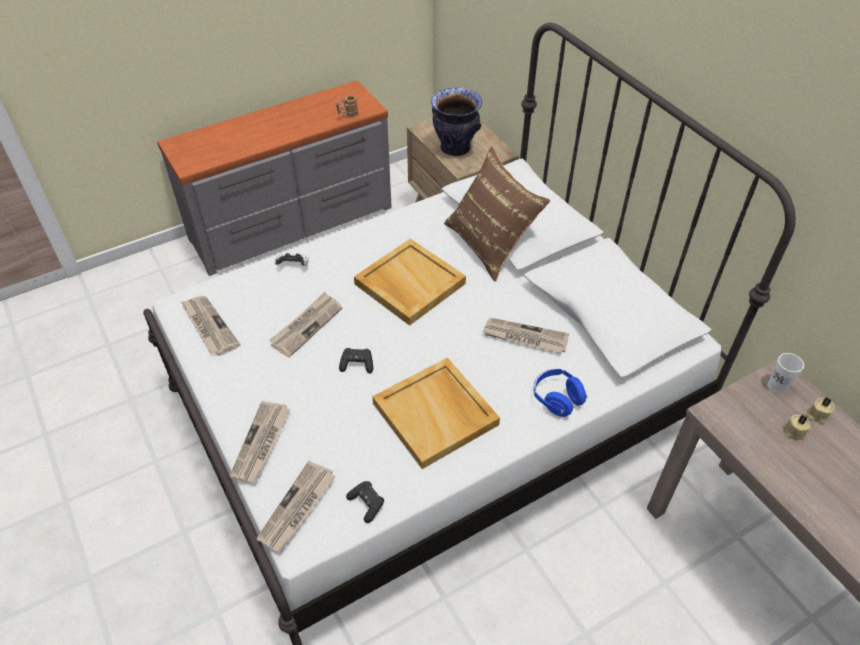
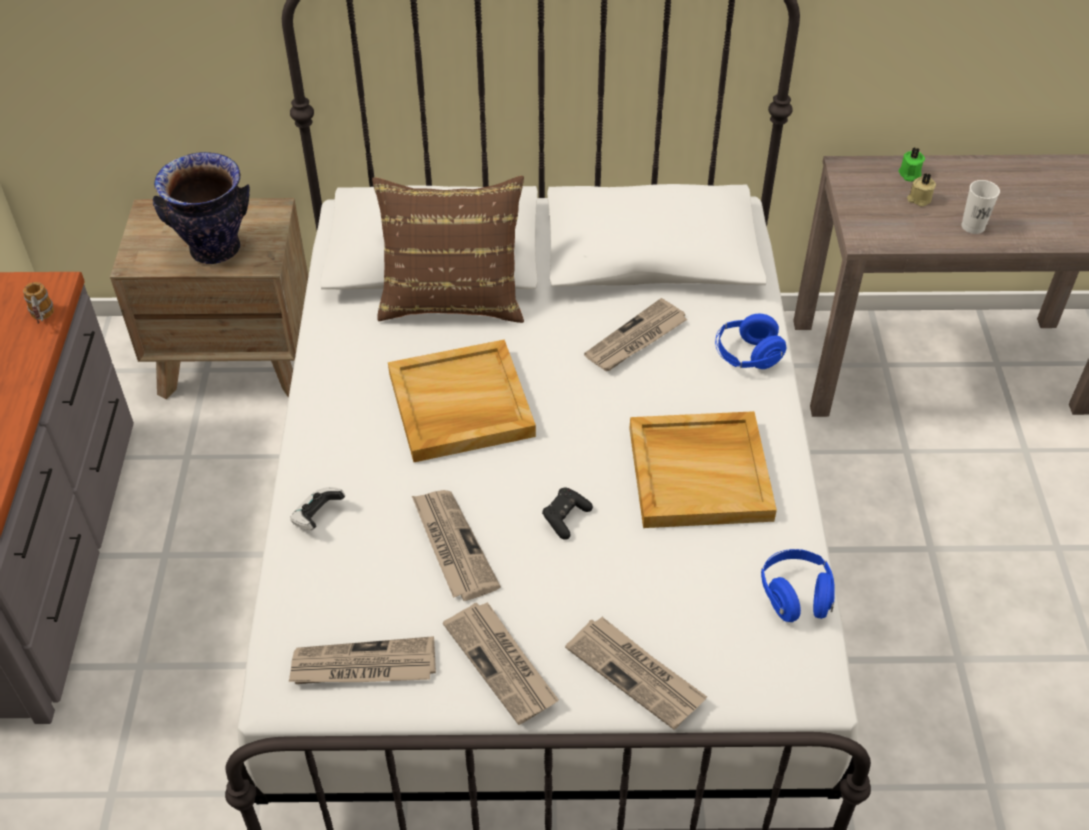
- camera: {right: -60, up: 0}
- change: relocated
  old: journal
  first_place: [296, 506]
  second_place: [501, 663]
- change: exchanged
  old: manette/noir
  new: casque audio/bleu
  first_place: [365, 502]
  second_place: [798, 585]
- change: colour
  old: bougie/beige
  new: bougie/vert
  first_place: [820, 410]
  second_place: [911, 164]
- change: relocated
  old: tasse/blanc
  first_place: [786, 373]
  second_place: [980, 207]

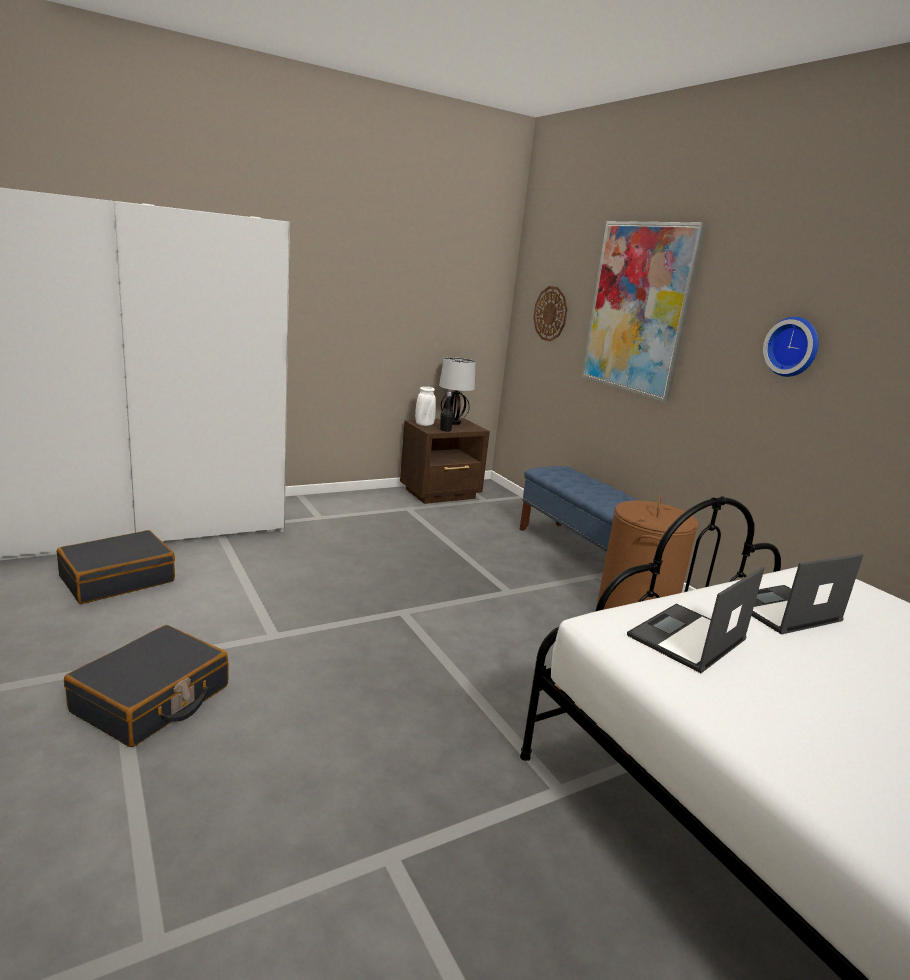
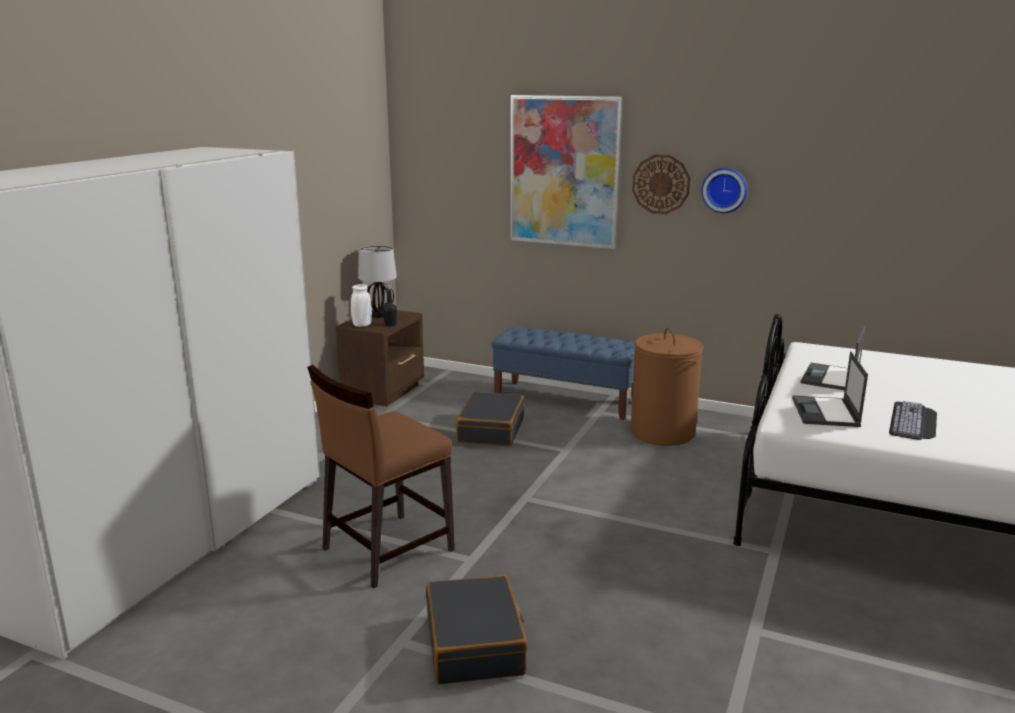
- camera: {right: -35, up: 0}
- change: appeared
  new: chaise/marron
  second_place: [381, 476]
- change: relocated
  old: valise/noir
  first_place: [116, 567]
  second_place: [490, 419]
- change: relocated
  old: horloge murale
  first_place: [550, 313]
  second_place: [661, 184]
- change: appeared
  new: clavier
  second_place: [913, 420]

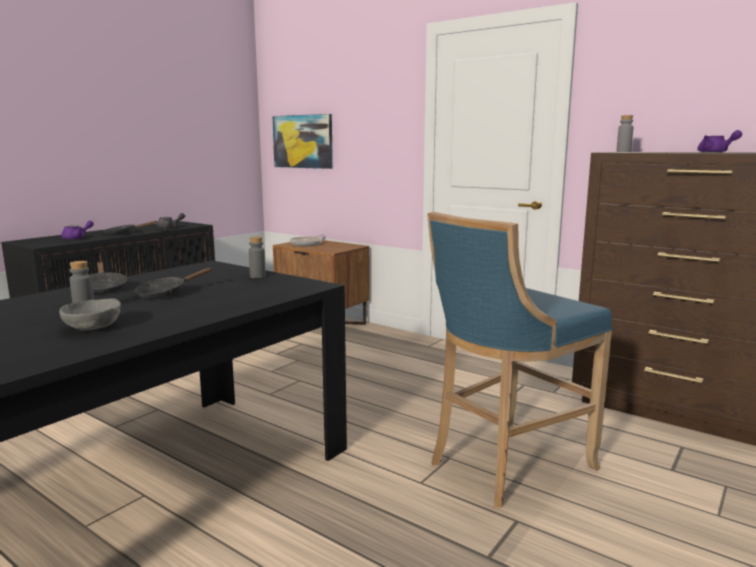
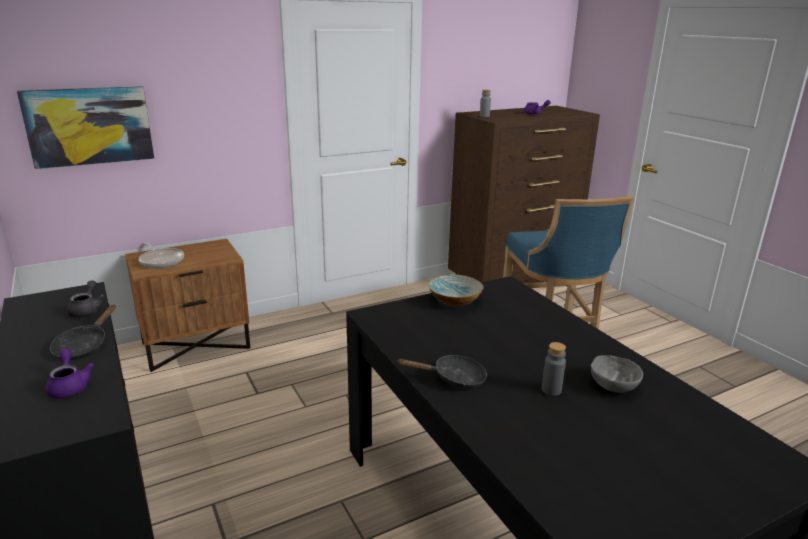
- camera: {right: -65, up: 10}
- change: exchanged
  old: bouteille/gris
  new: bol
  first_place: [257, 257]
  second_place: [456, 290]
- change: missing
  old: poêle/noir
  first_place: [173, 283]

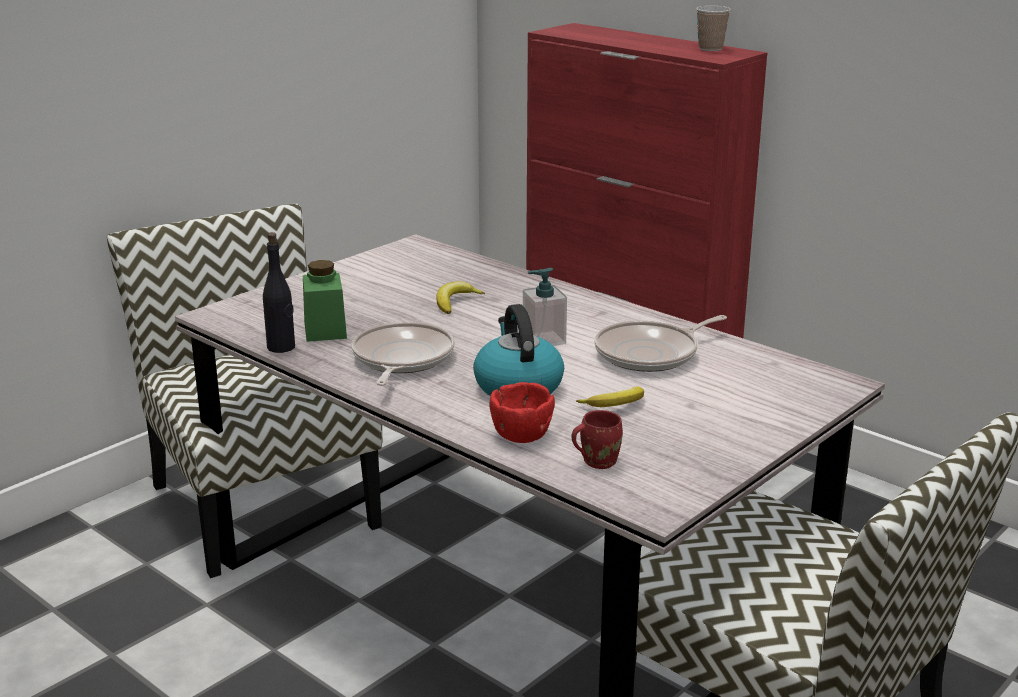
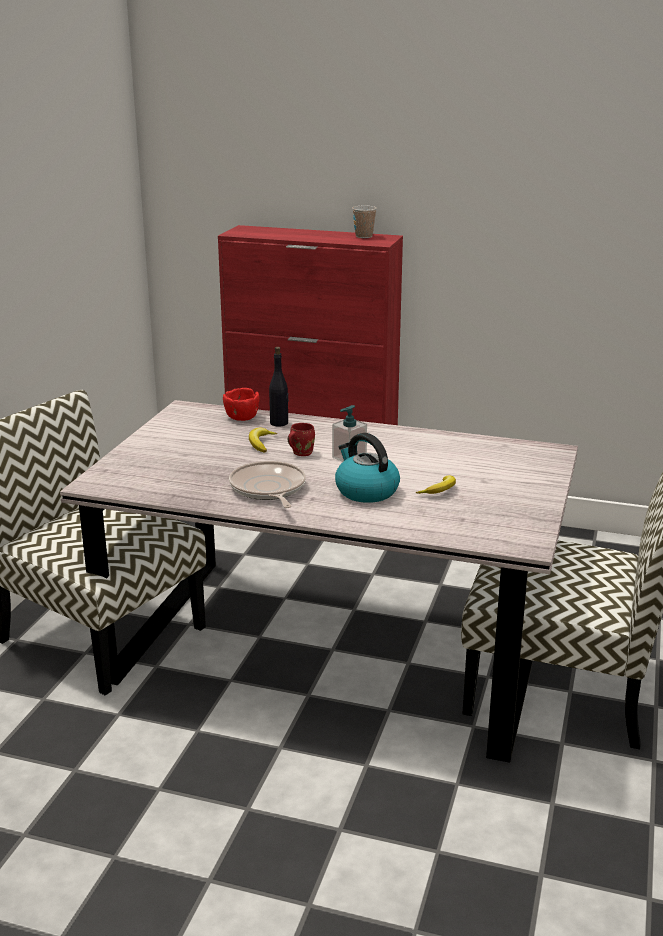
- camera: {right: -25, up: 0}
- change: relocated
  old: bol/rouge
  first_place: [522, 412]
  second_place: [241, 404]
- change: relocated
  old: bouteille/noir
  first_place: [279, 292]
  second_place: [279, 387]
- change: relocated
  old: mug/rouge
  first_place: [597, 439]
  second_place: [301, 439]
- change: missing
  old: bocal/vert
  first_place: [325, 301]
- change: missing
  old: poêle
  first_place: [660, 343]

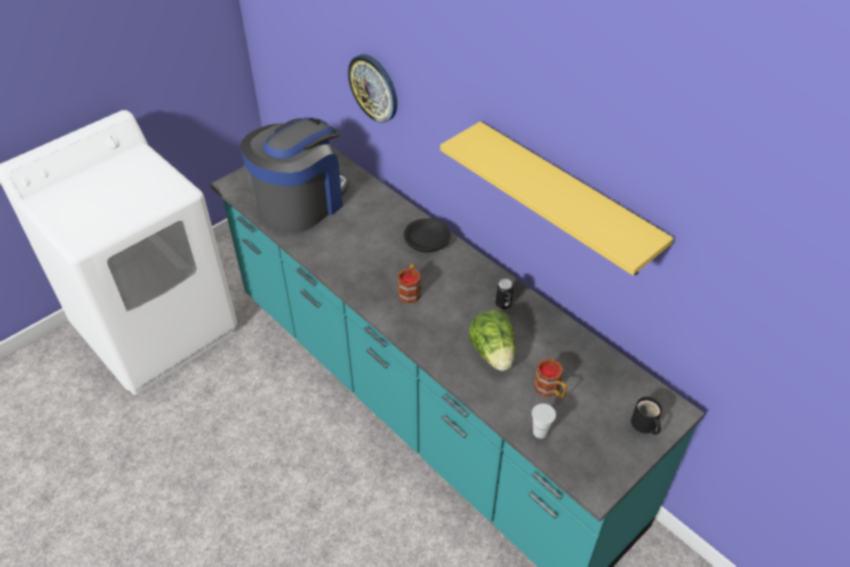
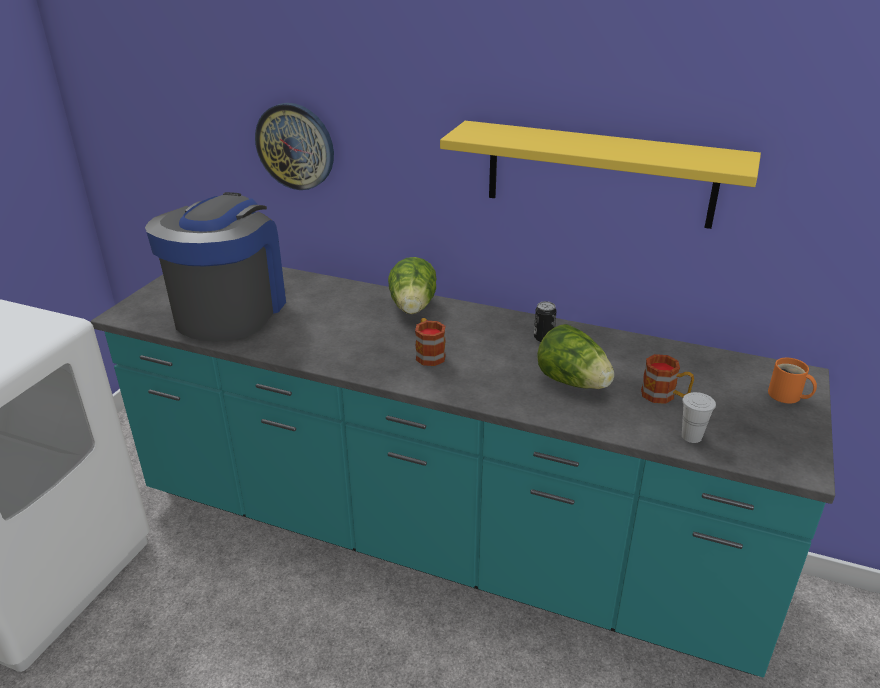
- camera: {right: -25, up: -15}
- change: exchanged
  old: bol/noir
  new: laitue
  first_place: [427, 235]
  second_place: [412, 285]
- change: colour
  old: mug/noir
  new: mug/orange
  first_place: [646, 416]
  second_place: [792, 381]

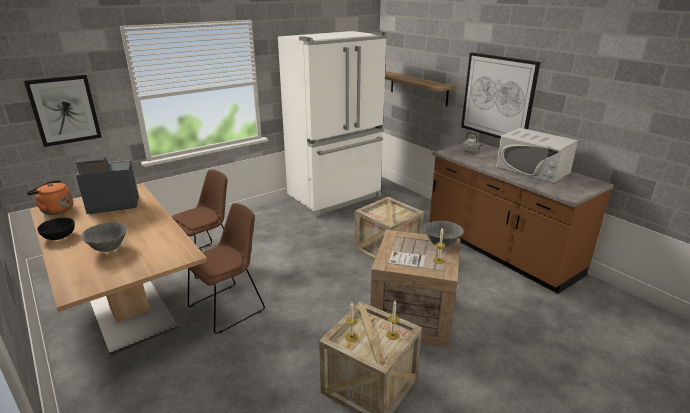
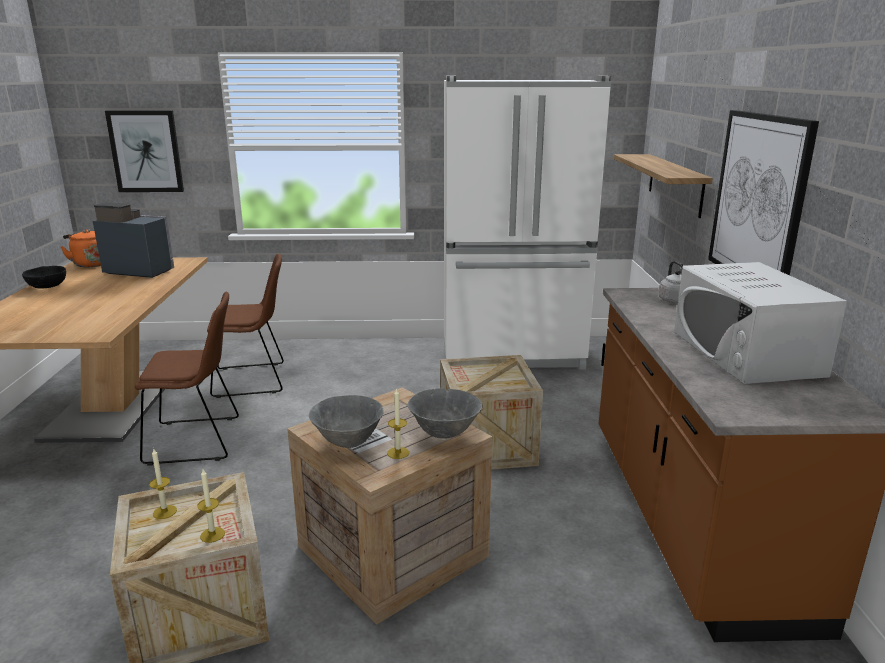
- camera: {right: 35, up: -5}
- change: relocated
  old: bol/gris
  first_place: [104, 237]
  second_place: [346, 421]

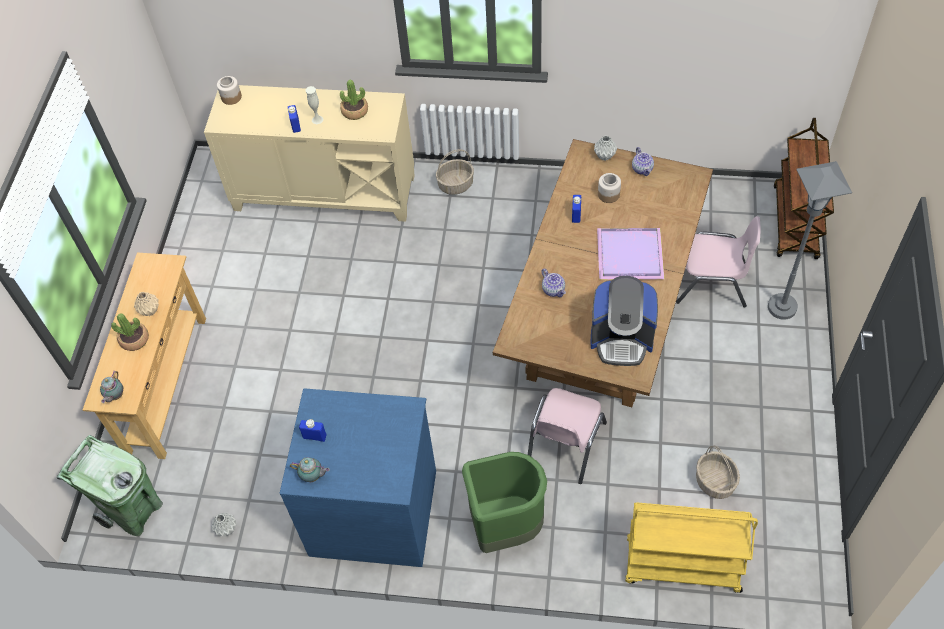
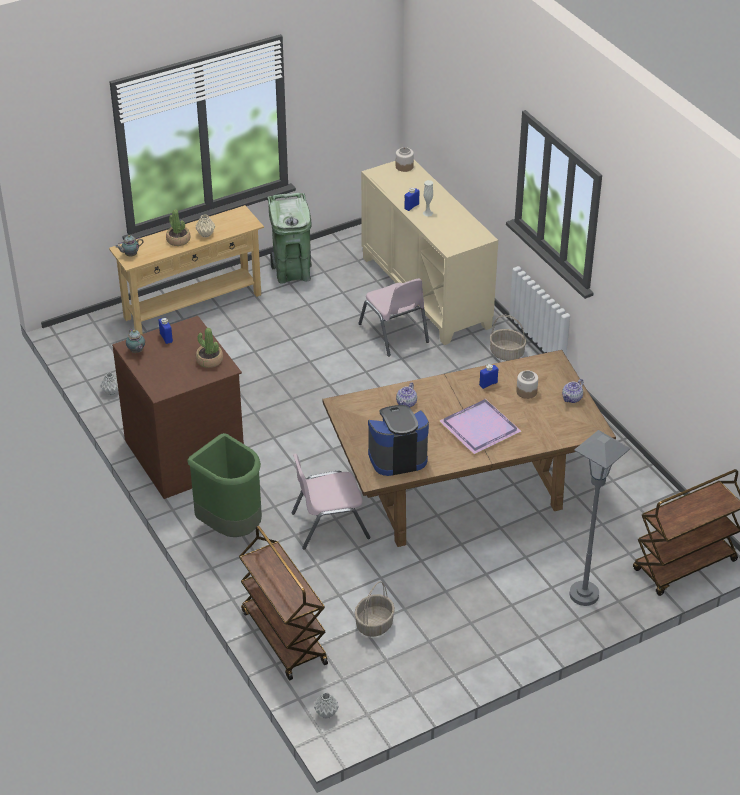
- camera: {right: 50, up: -15}
- change: colour
  old: commode/bleu
  new: commode/marron
  first_place: [357, 477]
  second_place: [178, 407]
- change: relocated
  old: plante en pot
  first_place: [354, 100]
  second_place: [209, 348]
- change: colour
  old: chariot/jaune
  new: chariot/marron
  first_place: [691, 547]
  second_place: [283, 602]
- change: relocated
  old: poubelle/vert
  first_place: [110, 485]
  second_place: [289, 238]
- change: relocated
  old: vase/gris
  first_place: [605, 148]
  second_place: [326, 706]
- change: relocated
  old: chaise/rose
  first_place: [718, 262]
  second_place: [393, 317]
- change: spun
  old: machine à café
  first_place: [624, 321]
  second_place: [398, 440]
  degrees: 105

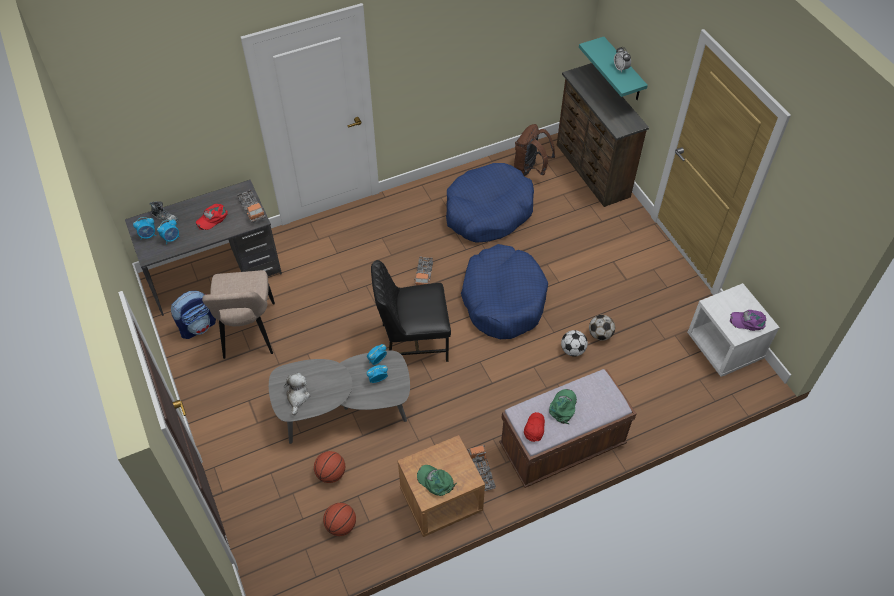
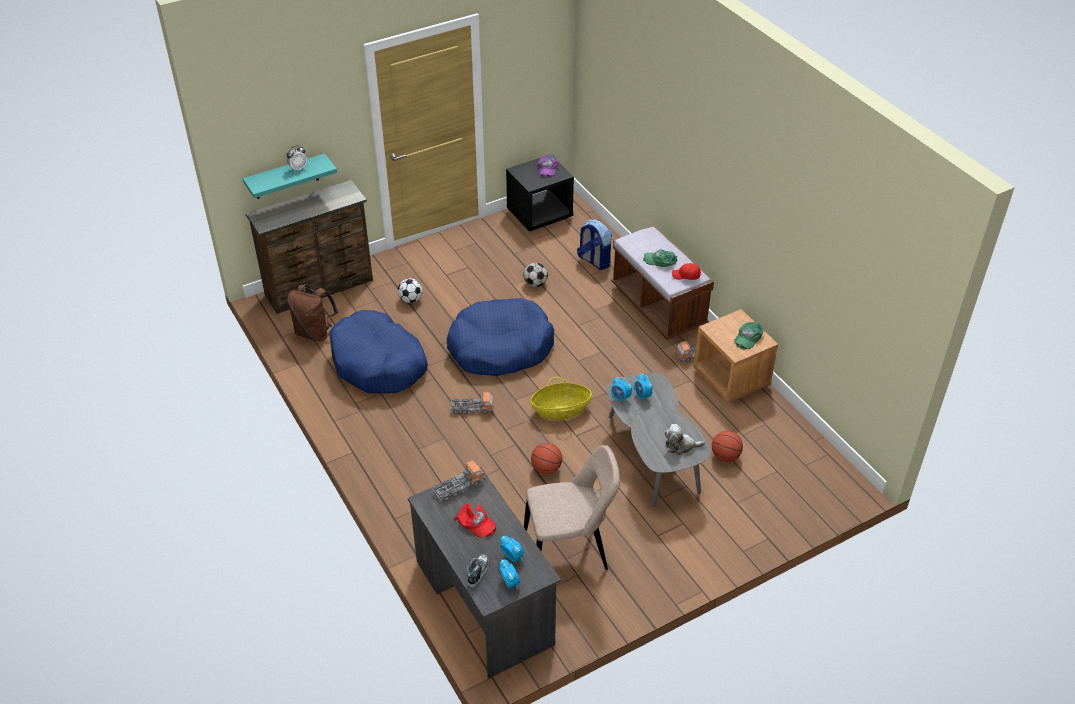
- camera: {right: -95, up: -10}
- change: relocated
  old: ballon de foot
  first_place: [574, 343]
  second_place: [410, 290]
- change: colour
  old: table de chevet/blanc
  new: table de chevet/noir
  first_place: [733, 330]
  second_place: [540, 194]
- change: exchanged
  old: chaise/noir
  new: panier
  first_place: [411, 311]
  second_place: [561, 398]
- change: relocated
  old: ballon de basket
  first_place: [339, 519]
  second_place: [546, 458]
- change: relocated
  old: sac à dos
  first_place: [193, 315]
  second_place: [594, 244]

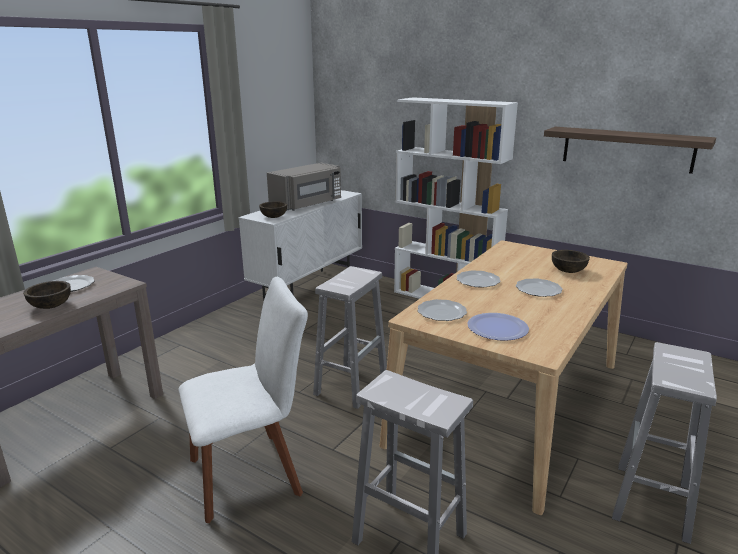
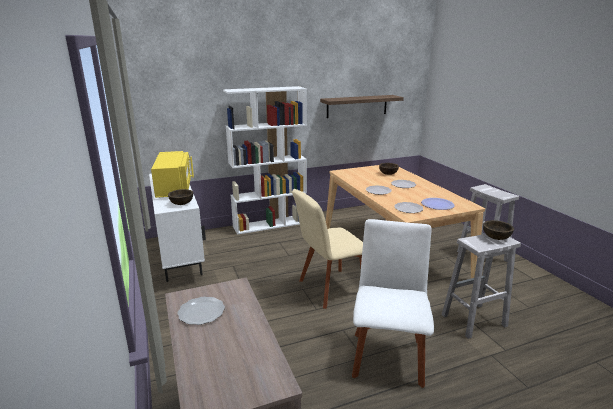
- camera: {right: -55, up: 0}
- change: colour
  old: micro-ondes/gris
  new: micro-ondes/jaune
  first_place: [304, 187]
  second_place: [172, 174]
- change: exchanged
  old: tabouret/blanc
  new: chaise/beige
  first_place: [350, 337]
  second_place: [327, 249]
- change: relocated
  old: bol/marron
  first_place: [47, 295]
  second_place: [498, 230]

